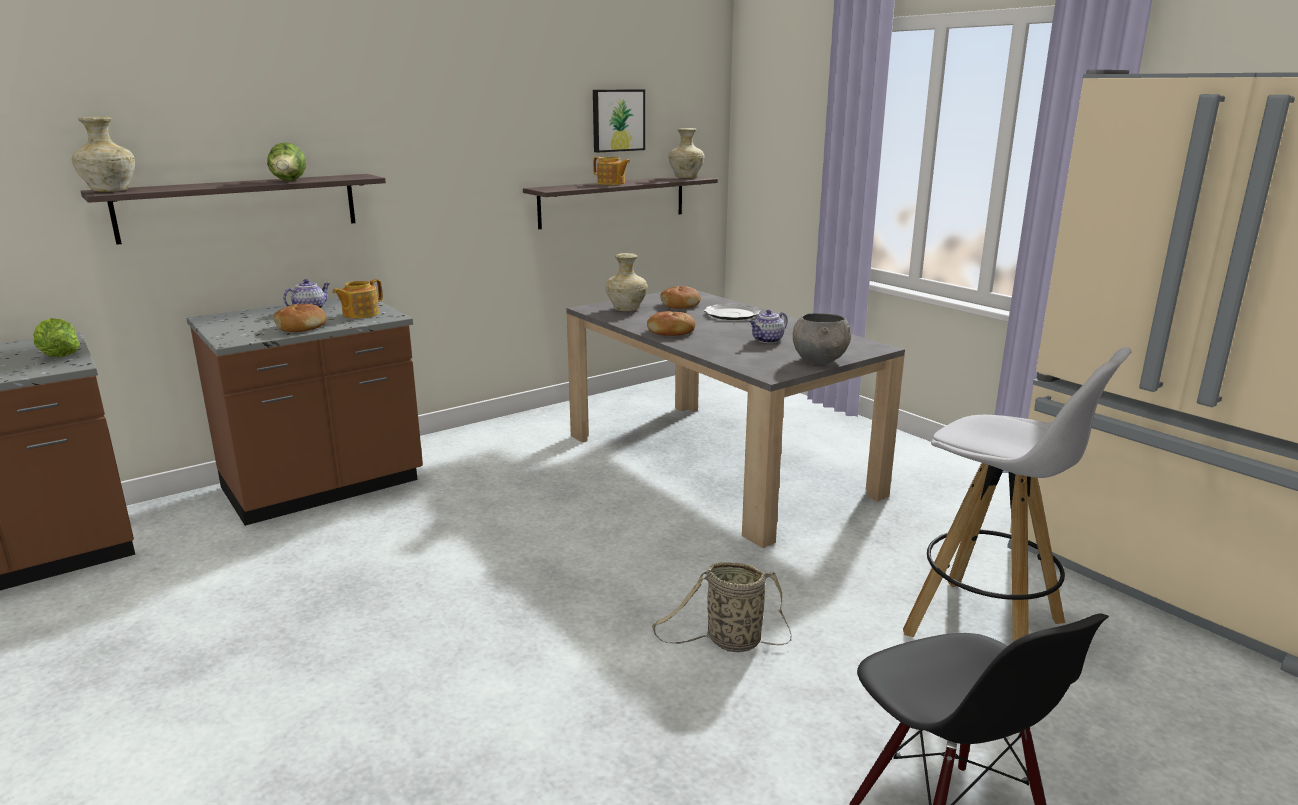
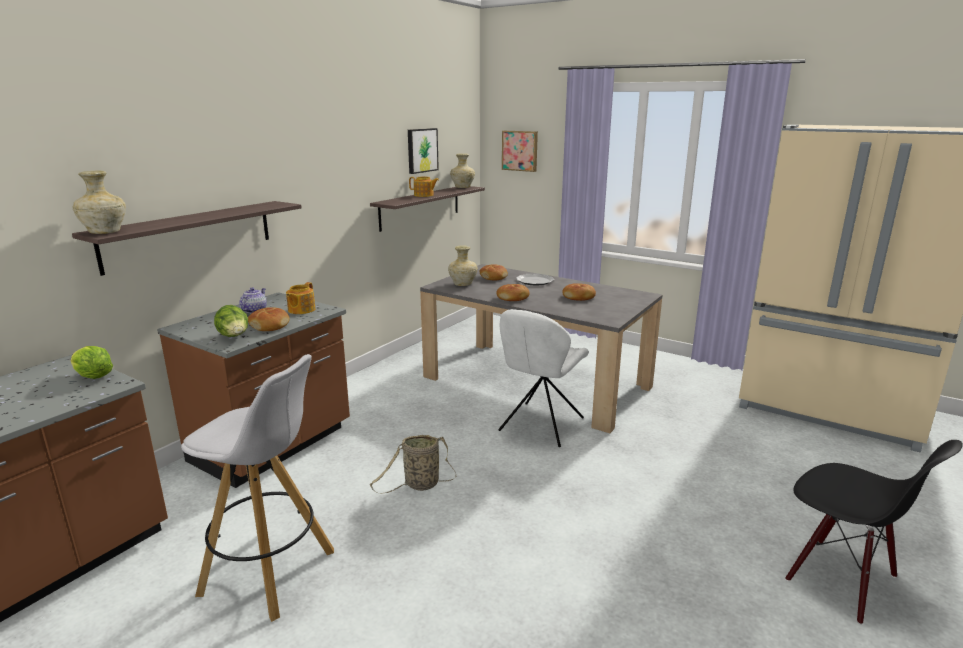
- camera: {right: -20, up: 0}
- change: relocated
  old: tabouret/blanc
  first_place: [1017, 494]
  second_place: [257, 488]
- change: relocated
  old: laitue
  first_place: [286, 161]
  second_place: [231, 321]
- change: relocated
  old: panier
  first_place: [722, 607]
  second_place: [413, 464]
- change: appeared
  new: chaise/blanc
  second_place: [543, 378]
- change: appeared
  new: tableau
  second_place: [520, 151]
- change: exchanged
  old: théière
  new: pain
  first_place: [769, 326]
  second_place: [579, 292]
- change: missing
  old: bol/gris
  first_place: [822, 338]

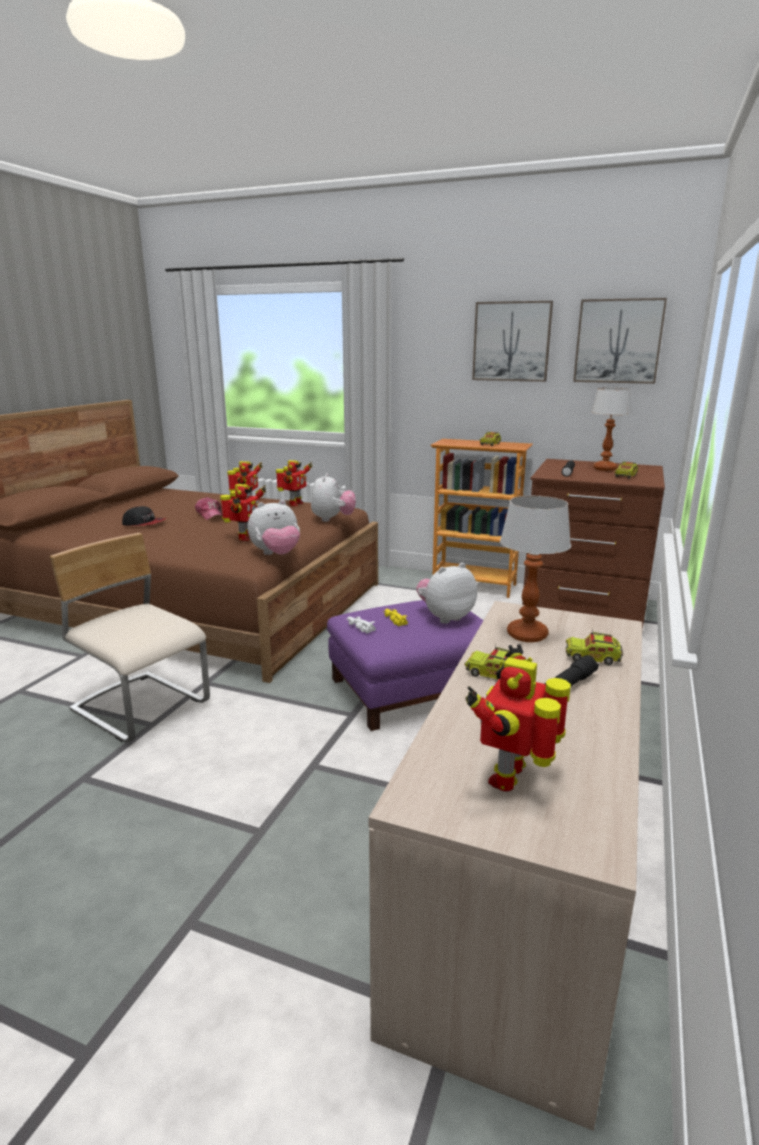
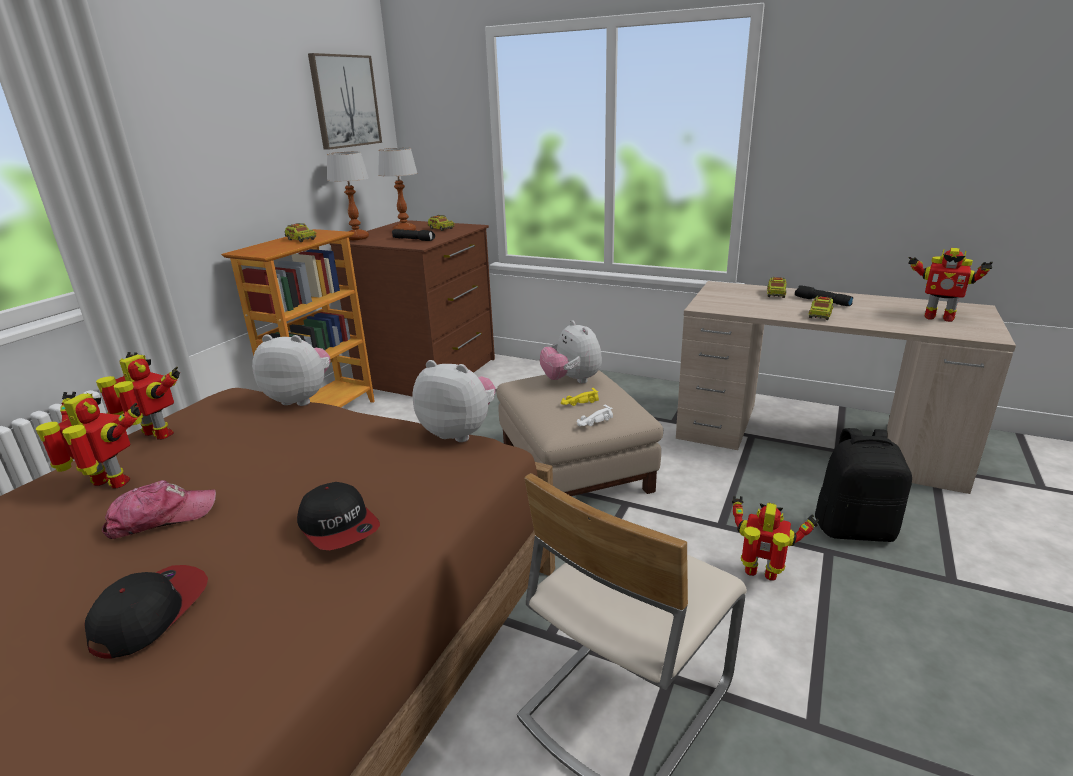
- camera: {right: -85, up: 5}
- change: appeared
  new: casquette
  second_place: [338, 516]
- change: relocated
  old: lampe de table
  first_place: [535, 569]
  second_place: [348, 196]
- change: spun
  old: peluche
  first_place: [273, 527]
  second_place: [454, 401]
  degrees: -45
- change: colour
  old: pouf/violet
  new: pouf/beige
  first_place: [405, 665]
  second_place: [579, 433]
- change: relocated
  old: robot jouet
  first_place: [243, 512]
  second_place: [776, 538]
- change: appeared
  new: sac à dos/noir
  second_place: [863, 485]
- change: missing
  old: tableau
  first_place: [512, 341]

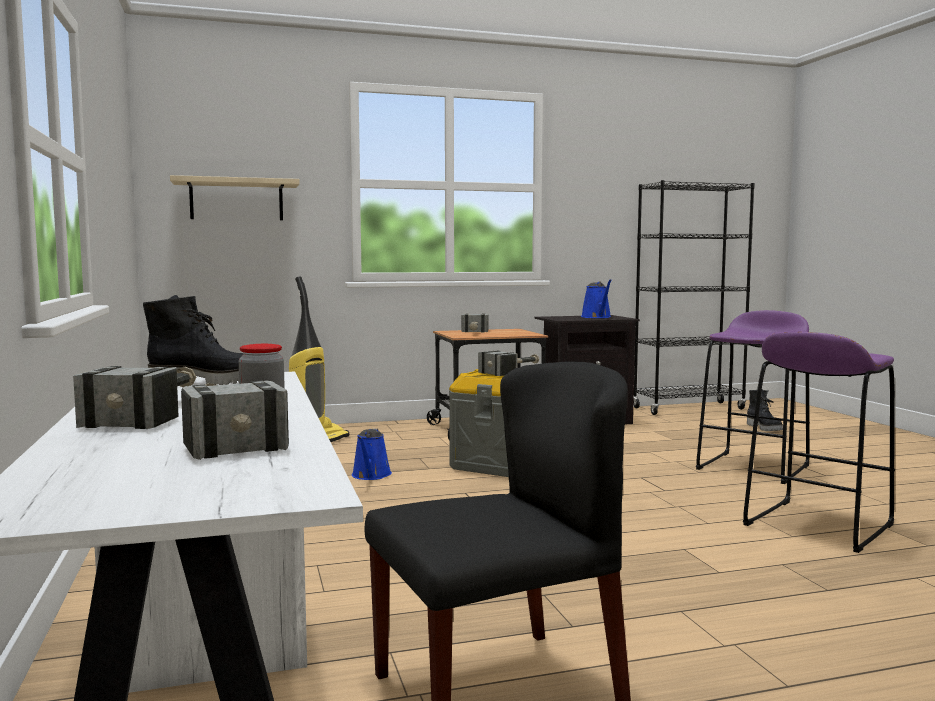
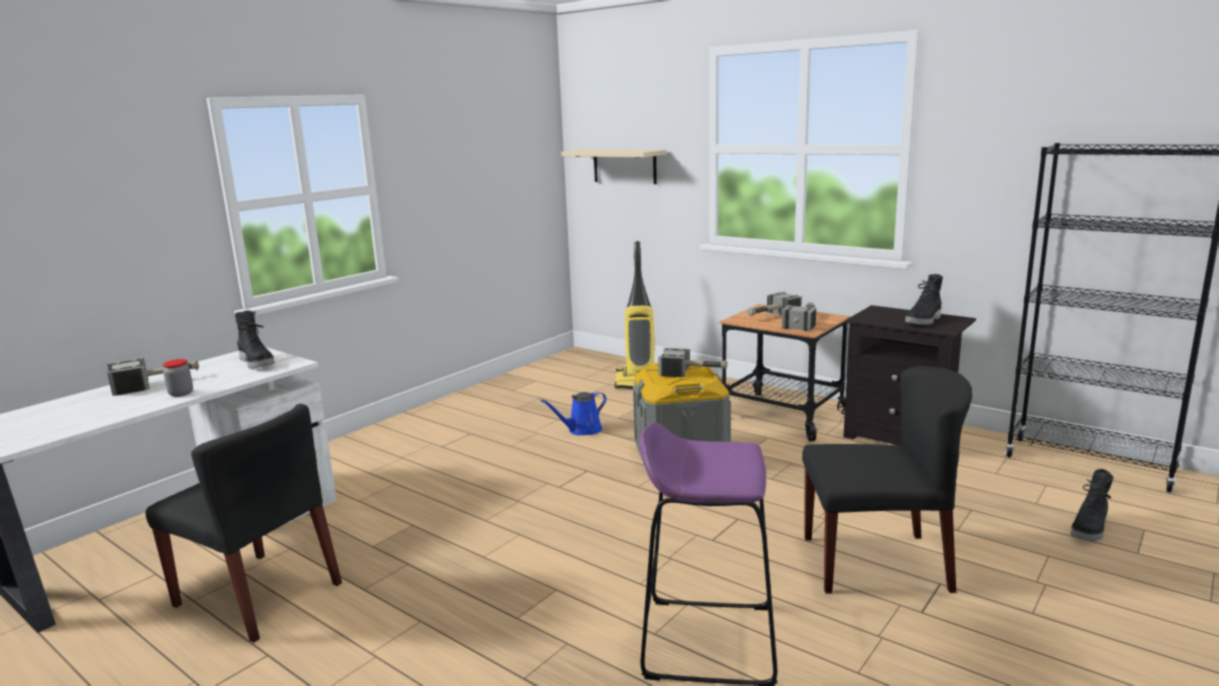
- camera: {right: 55, up: 10}
- change: relocated
  old: marteau
  first_place: [235, 420]
  second_place: [799, 317]
- change: exchanged
  old: tabouret/violet
  new: chaise/noir
  first_place: [753, 397]
  second_place: [887, 480]
- change: exchanged
  old: arrosoir/bleu
  new: botte/noir
  first_place: [596, 298]
  second_place: [924, 299]

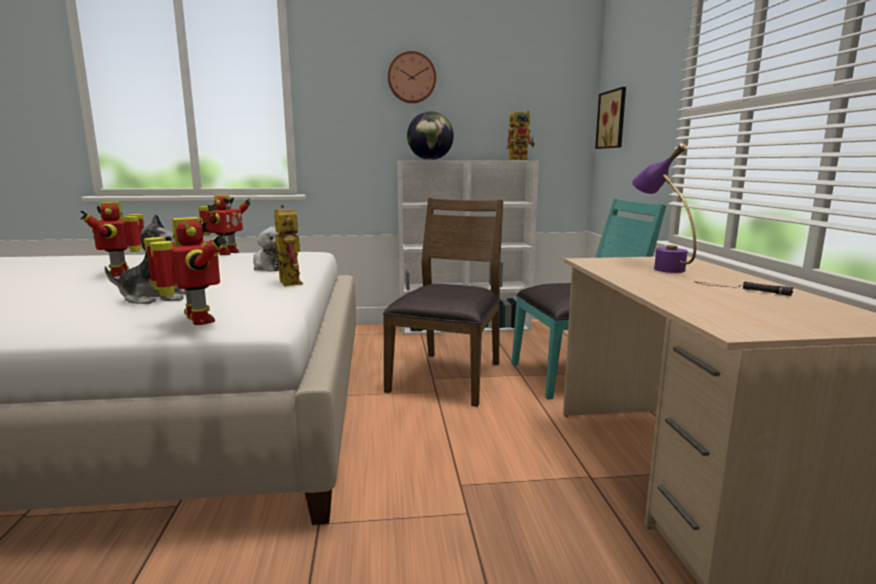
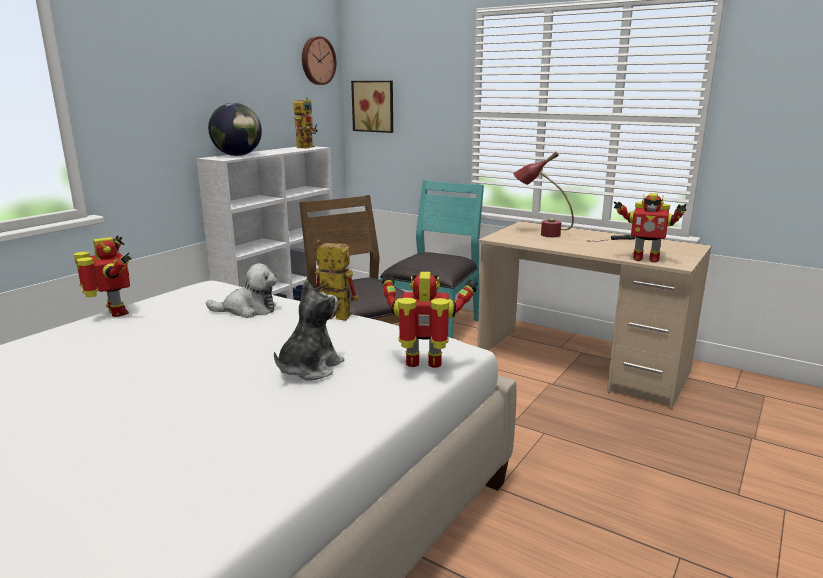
- camera: {right: -50, up: 5}
- change: relocated
  old: horloge murale
  first_place: [412, 77]
  second_place: [319, 60]
- change: colour
  old: lampe de table/violet
  new: lampe de table/rouge
  first_place: [664, 208]
  second_place: [543, 194]
- change: relocated
  old: robot jouet
  first_place: [112, 239]
  second_place: [650, 228]

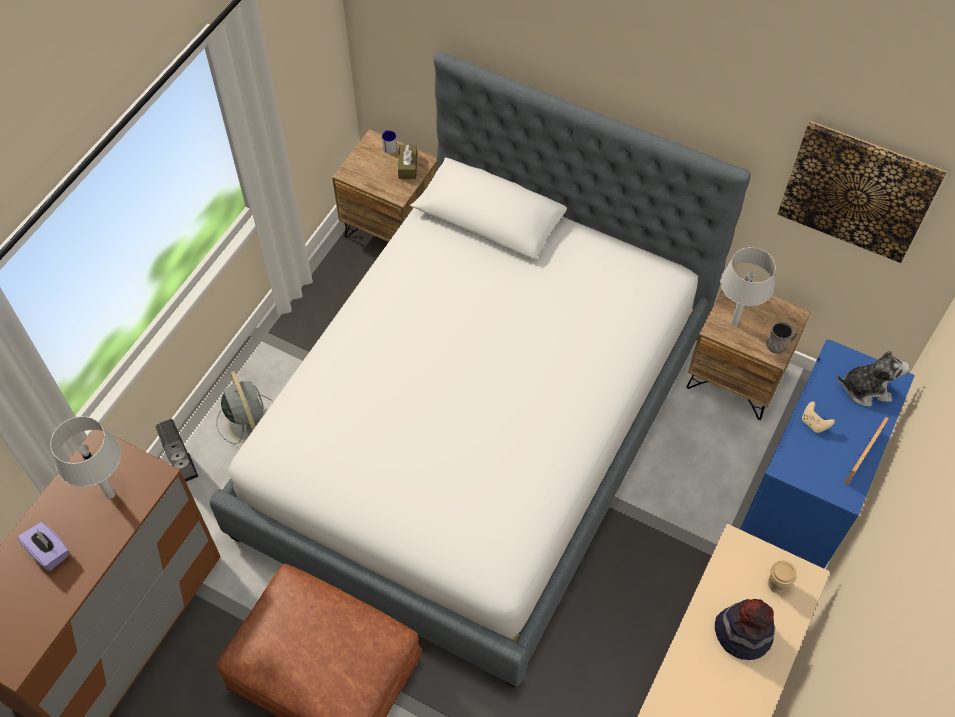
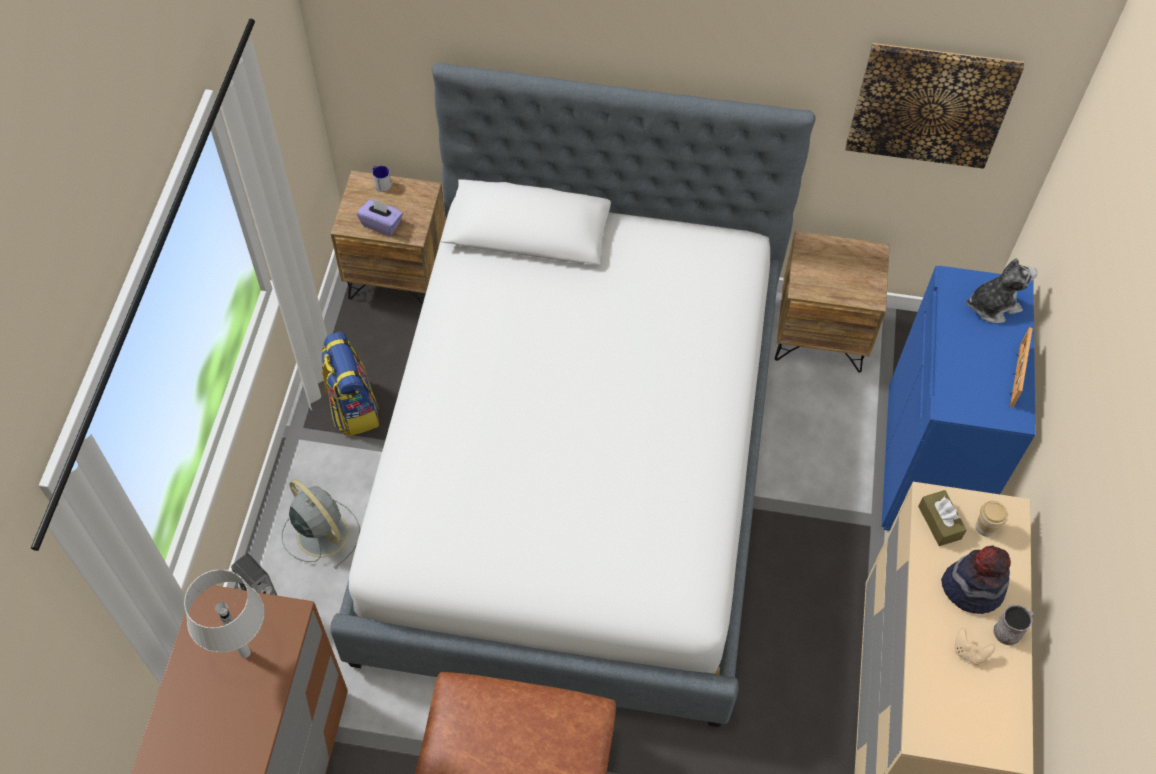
- camera: {right: -20, up: 0}
- change: appeared
  new: sac à dos
  second_place: [350, 384]
- change: relocated
  old: boîte à mouchoirs/violet
  first_place: [43, 546]
  second_place: [380, 217]
- change: relocated
  old: boîte à mouchoirs/marron
  first_place: [407, 161]
  second_place: [942, 518]
- change: relocated
  old: manette/beige
  first_place: [818, 417]
  second_place: [975, 646]
- change: relocated
  old: mug/gris
  first_place: [781, 337]
  second_place: [1013, 624]
- change: missing
  old: lampe de table/gris
  first_place: [748, 286]

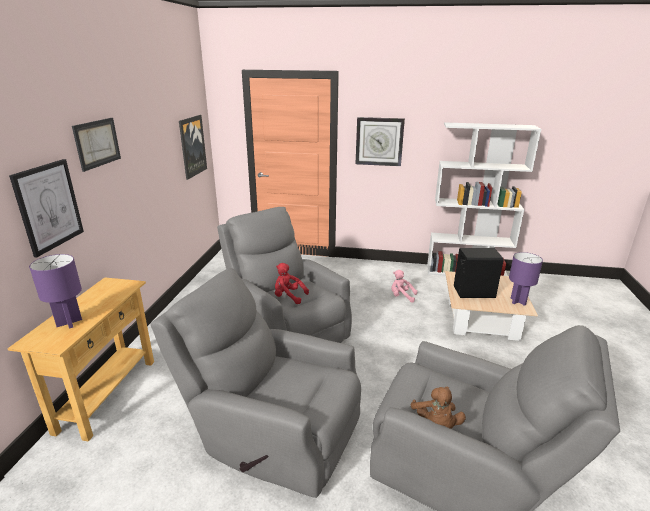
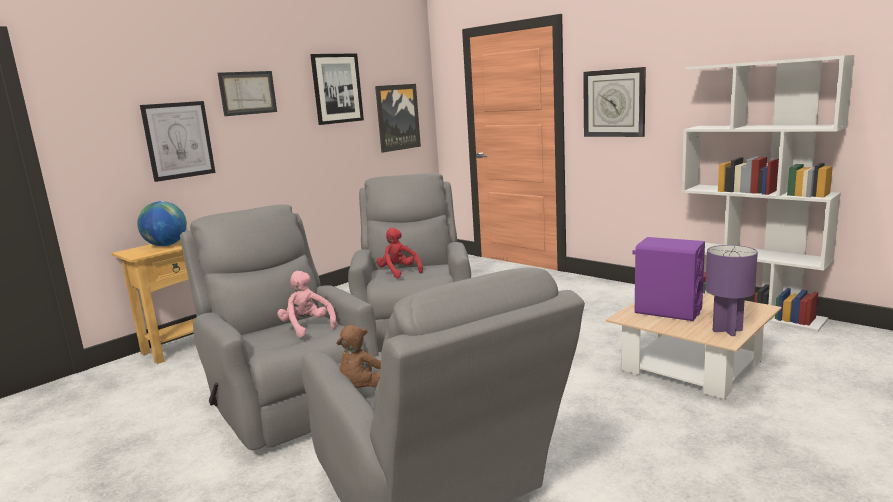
- camera: {right: 35, up: -10}
- change: exchanged
  old: lampe de table/violet
  new: globe
  first_place: [55, 291]
  second_place: [162, 223]
- change: relocated
  old: peluche/rose
  first_place: [404, 286]
  second_place: [307, 304]
- change: appeared
  new: tableau
  second_place: [337, 89]
- change: colour
  old: enceinte/noir
  new: enceinte/violet
  first_place: [479, 273]
  second_place: [668, 279]

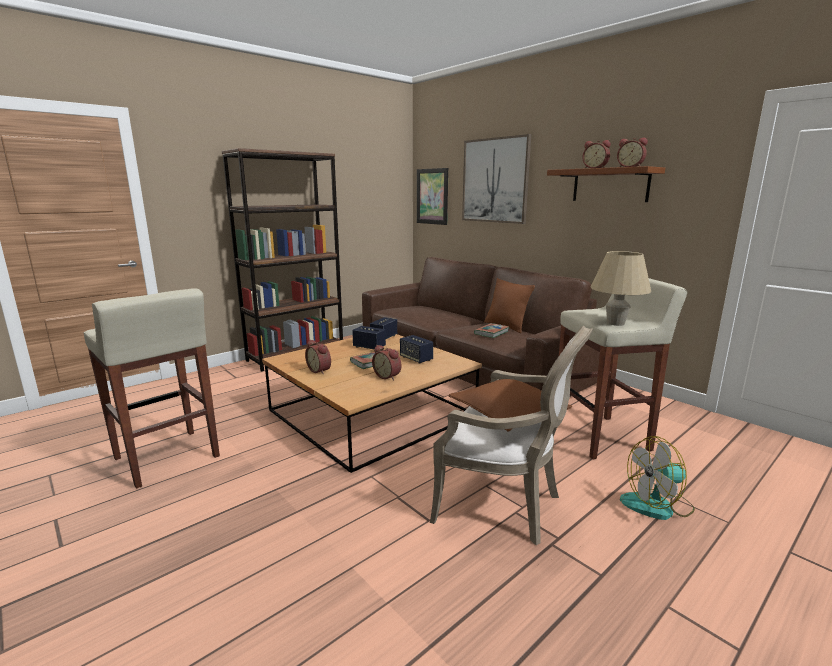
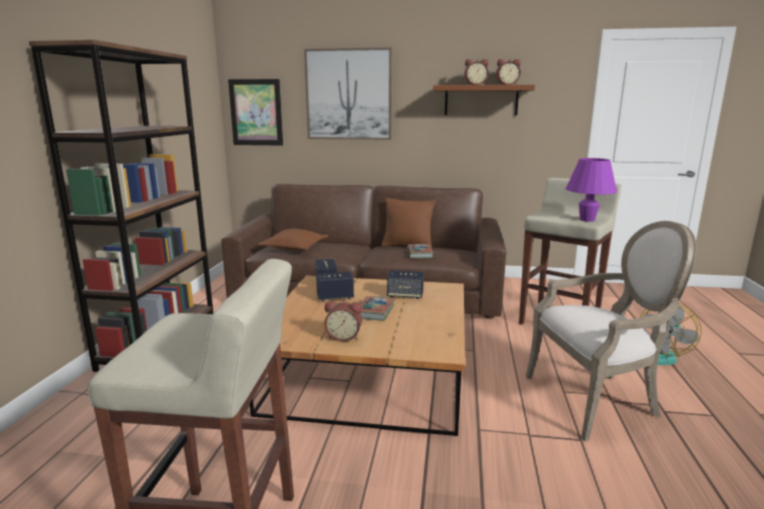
- camera: {right: -40, up: 0}
- change: relocated
  old: coussin/marron
  first_place: [510, 405]
  second_place: [293, 239]
- change: colour
  old: lampe de table/beige
  new: lampe de table/violet
  first_place: [621, 288]
  second_place: [591, 190]
- change: missing
  old: réveil
  first_place: [386, 362]

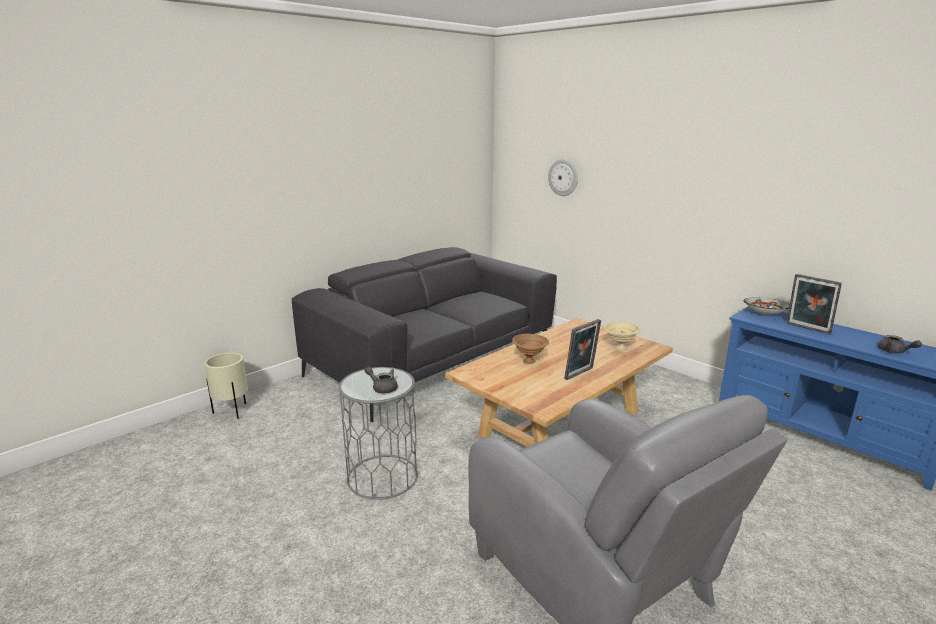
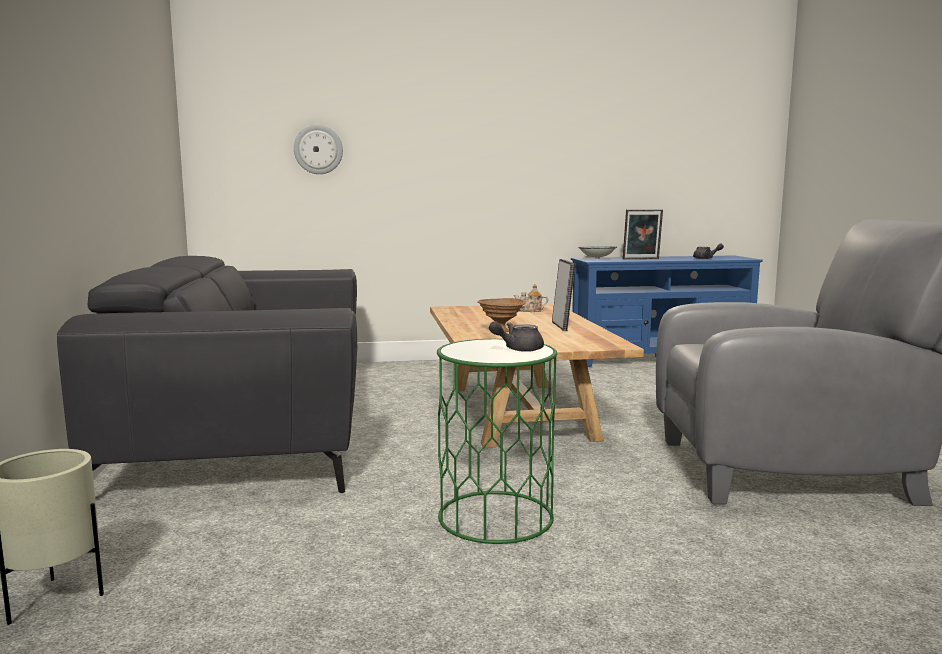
- camera: {right: -55, up: -10}
- change: colour
  old: table d'appoint/gris
  new: table d'appoint/vert
  first_place: [378, 433]
  second_place: [497, 441]
- change: exchanged
  old: bol/beige
  new: théière
  first_place: [622, 336]
  second_place: [531, 298]

